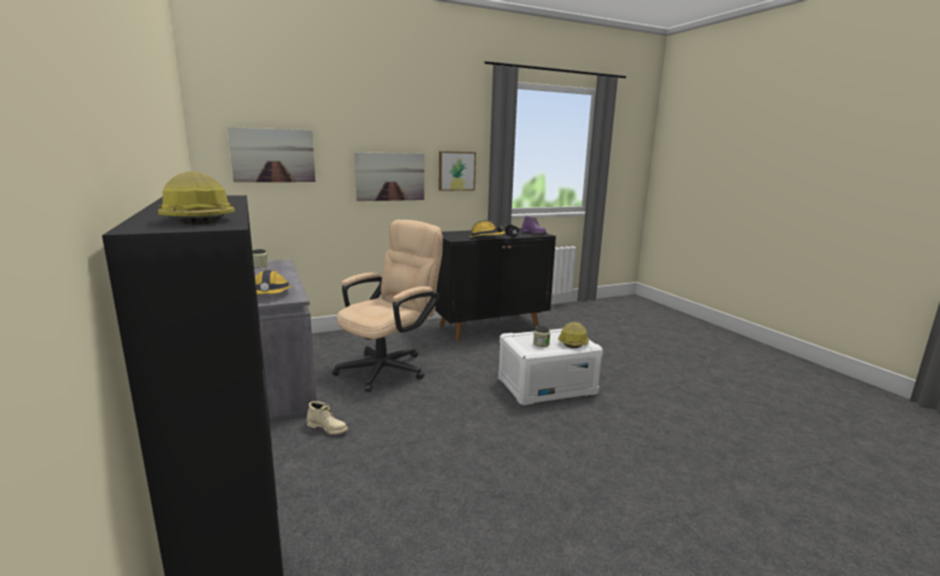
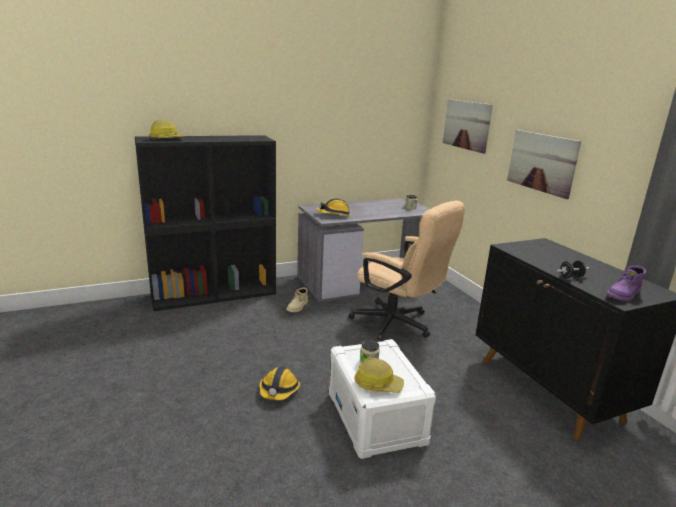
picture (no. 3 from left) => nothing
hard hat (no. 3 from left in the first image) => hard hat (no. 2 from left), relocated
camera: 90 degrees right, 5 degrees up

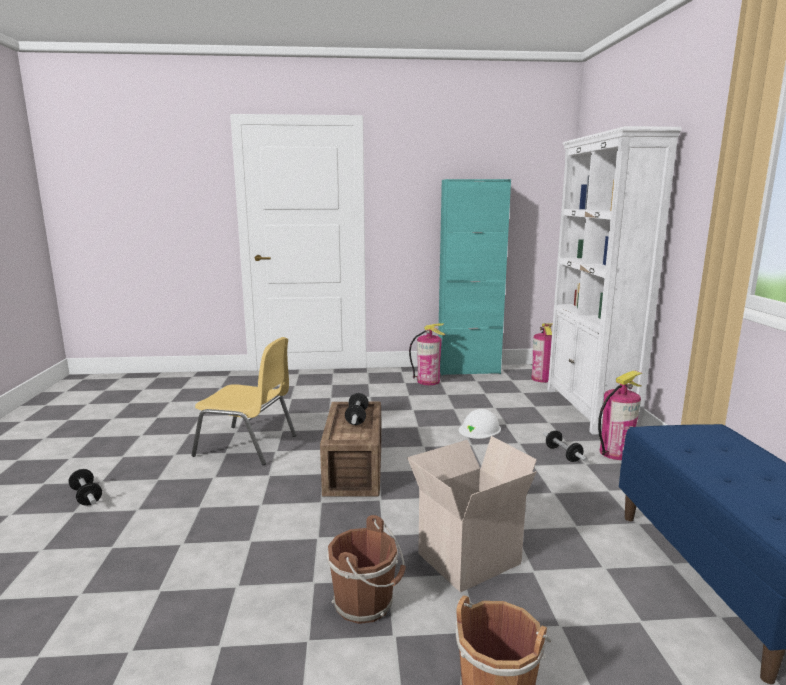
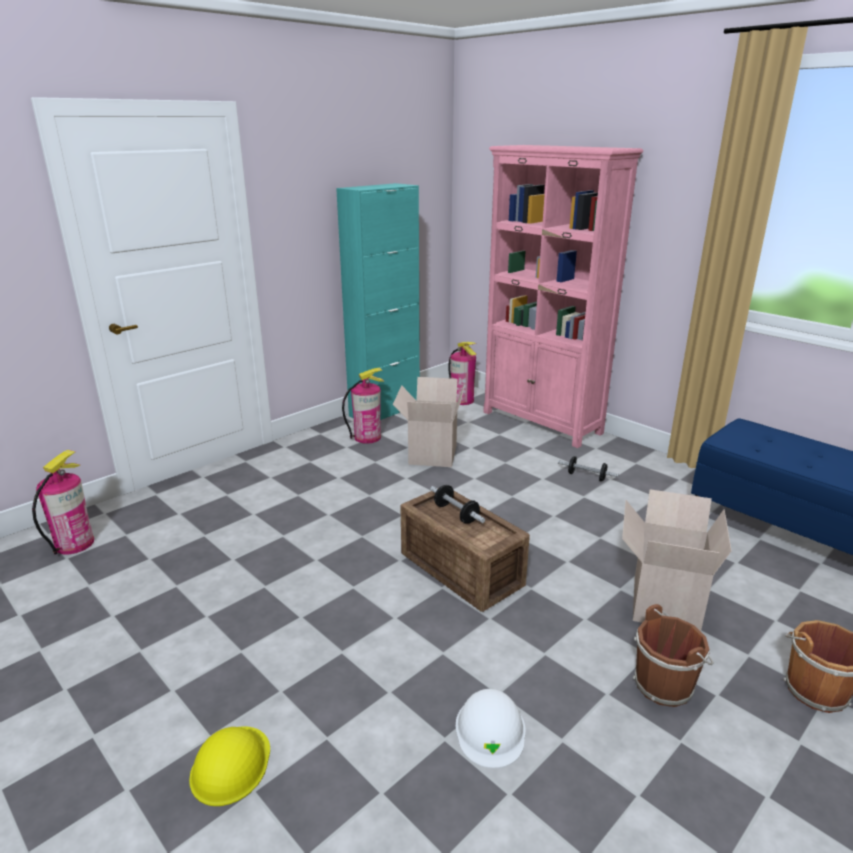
bookcase (white) => bookcase (pink)
chair (yellow) => nothing
fire extinguisher (no. 3 from left in the first image) => fire extinguisher (no. 1 from left), relocated
hard hat (white), relocated
dumbbell (no. 1 from left) => hard hat (yellow)
nothing => cardboard box (no. 1 from left)
camera: 40 degrees left, 10 degrees up

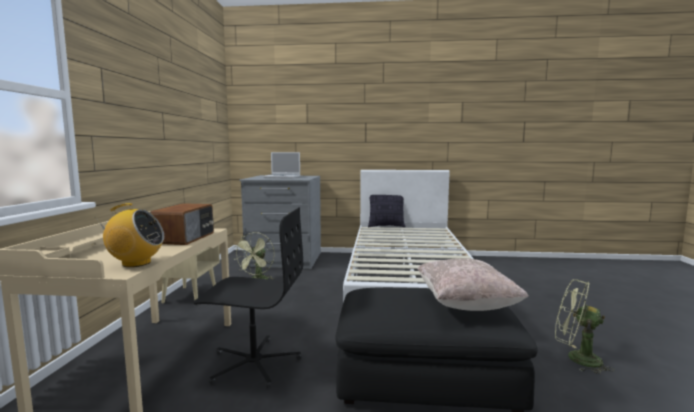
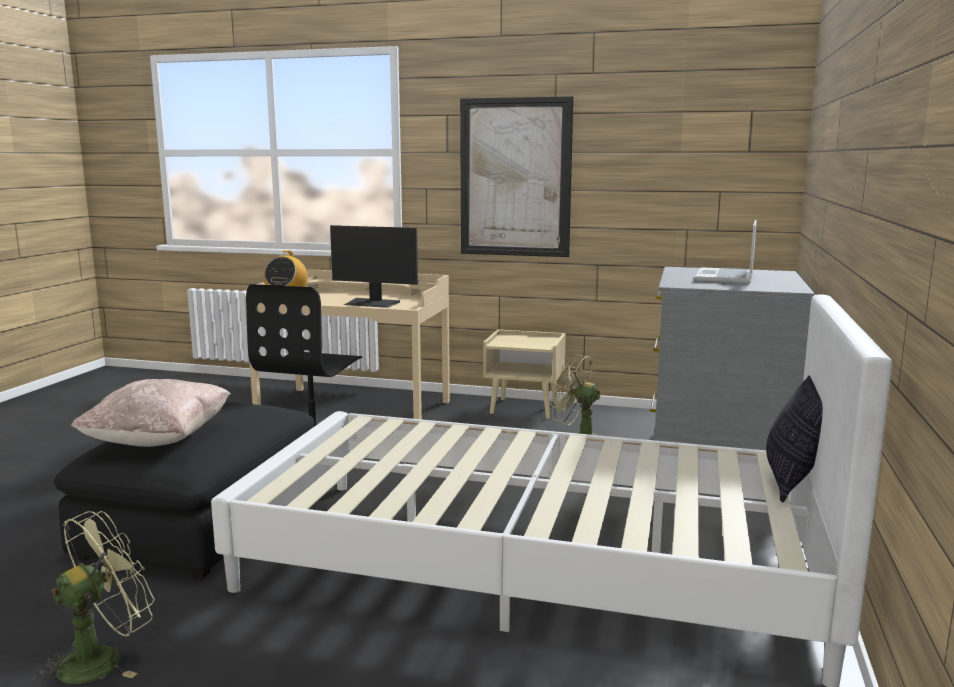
radio (no. 2 from left) => monitor
nothing => picture
camera: 100 degrees right, 5 degrees up

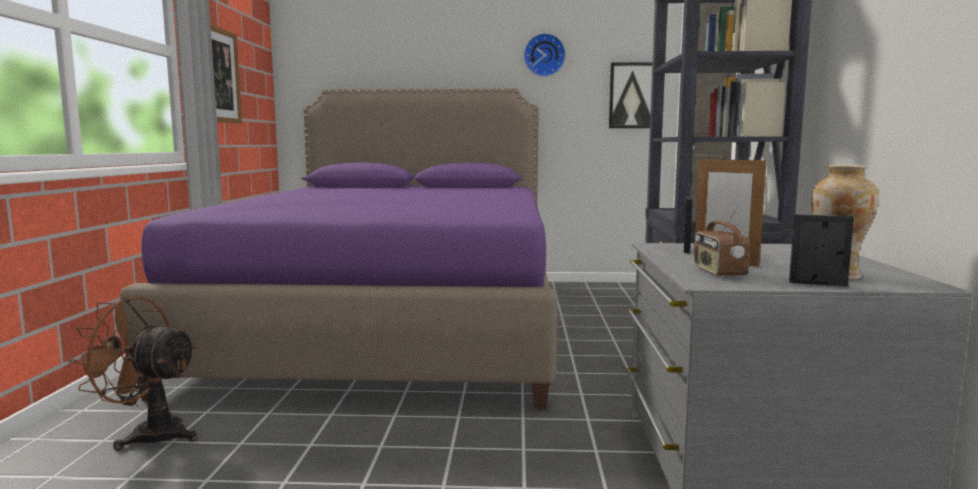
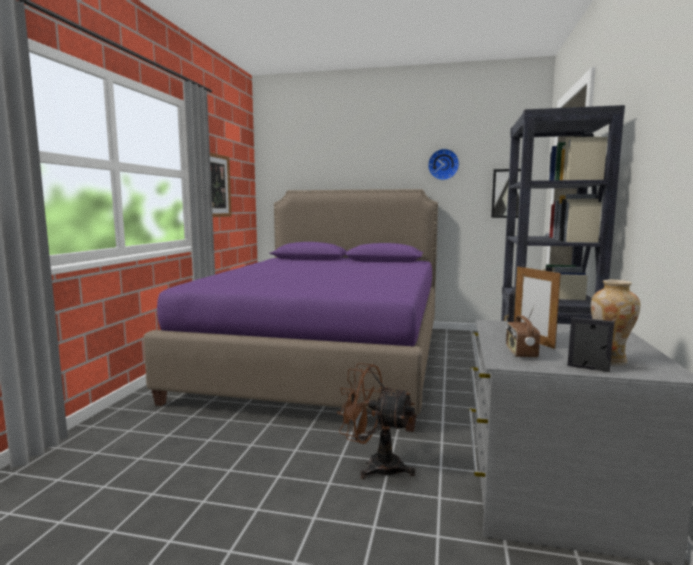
fan (brown), relocated
camera: 10 degrees right, 0 degrees up

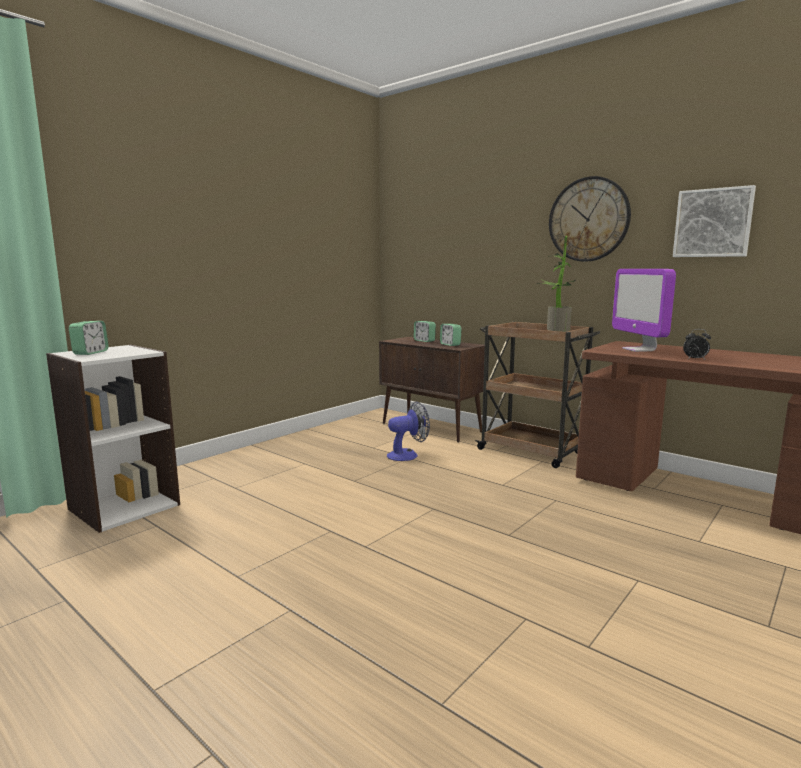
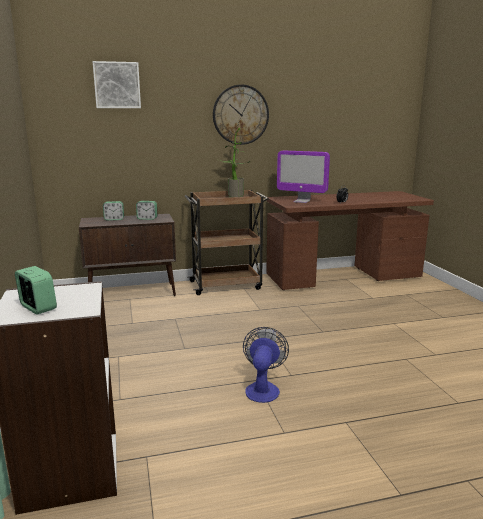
picture, relocated
fan, relocated
camera: 55 degrees left, 5 degrees up

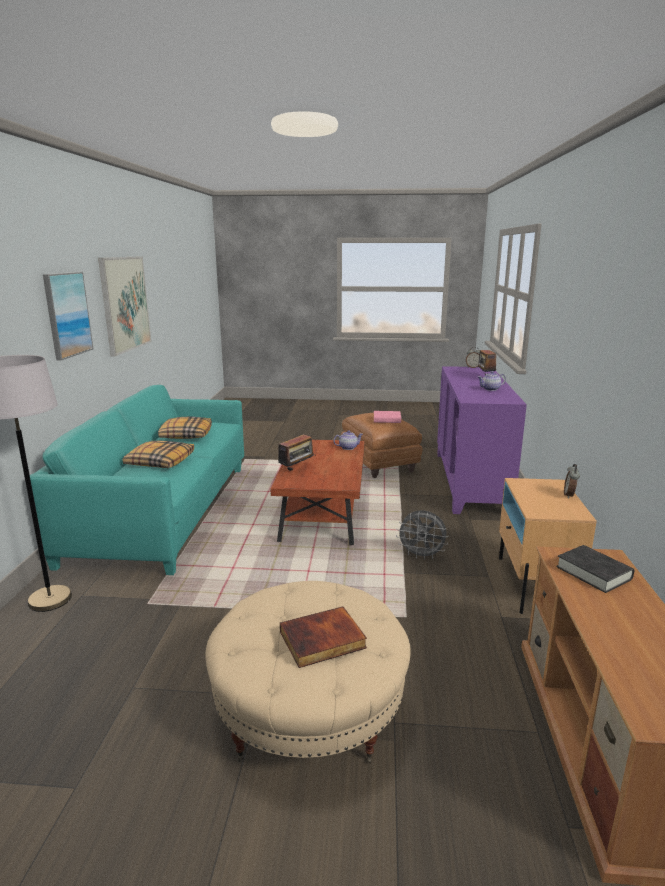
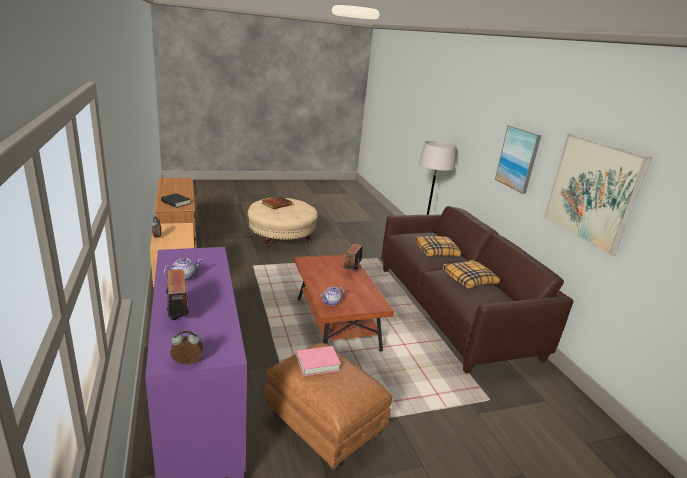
sofa (turquoise) => sofa (brown)
fan (grey) => nothing
camera: 155 degrees right, 5 degrees up

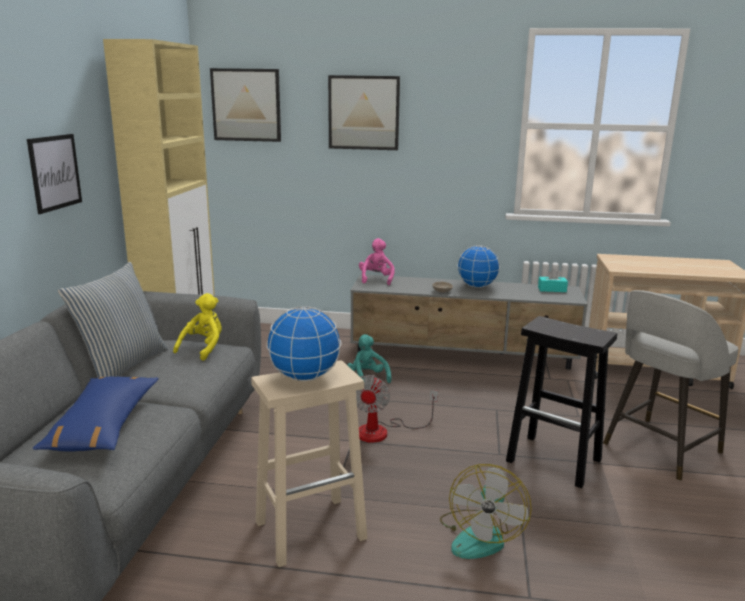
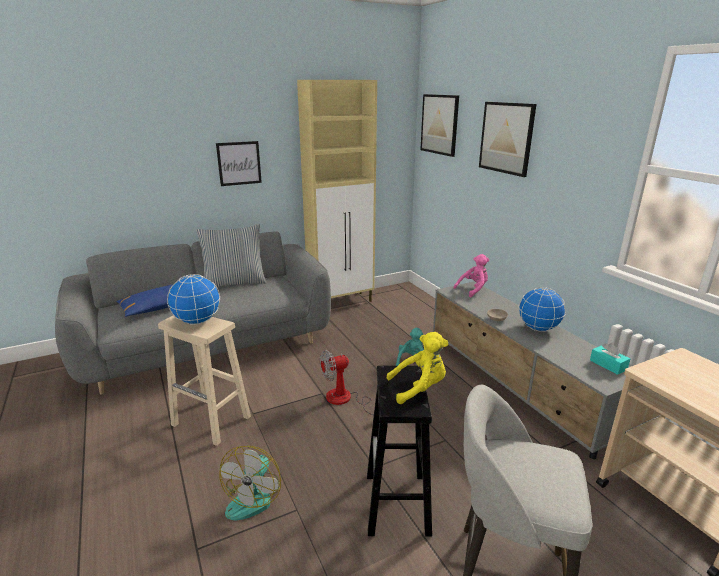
plush toy (yellow), relocated
fan (no. 2 from left in the first image) => fan (no. 1 from left), 60 degrees counterclockwise
camera: 55 degrees right, 5 degrees up

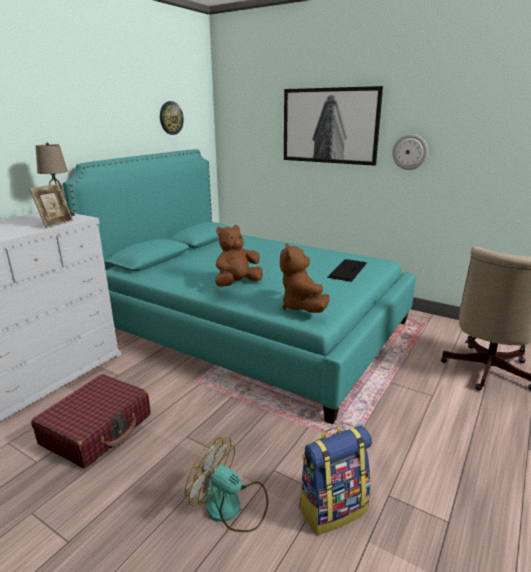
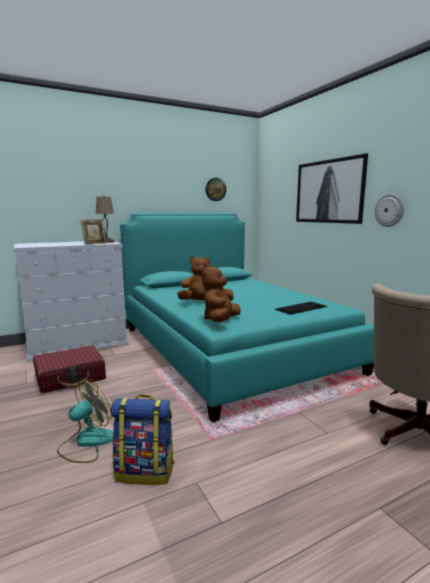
fan, 75 degrees clockwise
camera: 30 degrees right, 10 degrees down

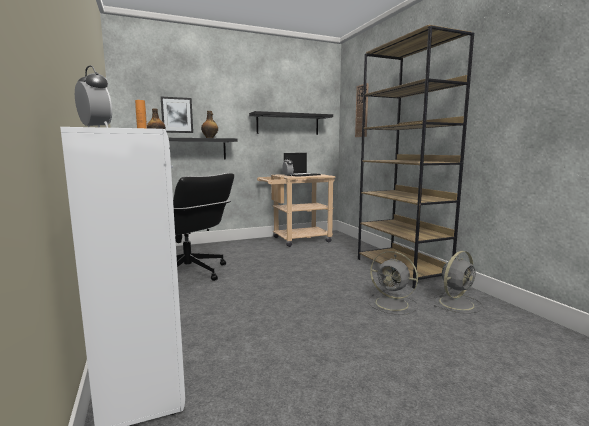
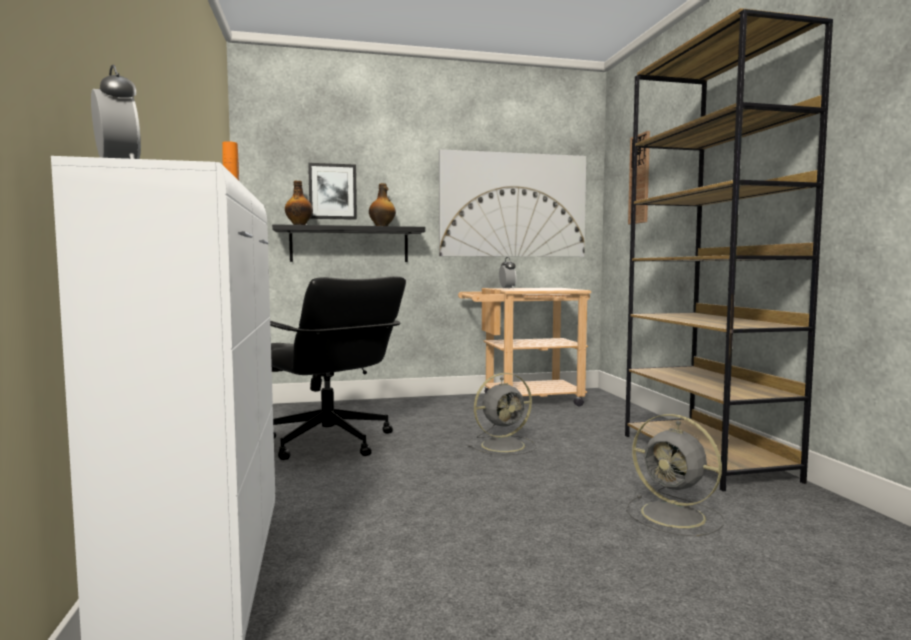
shelf (black) (no. 2 from left) => picture (no. 2 from left)
laptop => nothing
fan (grey) (no. 2 from left in the first image) => fan (grey) (no. 1 from left), relocated
camera: 10 degrees right, 5 degrees down

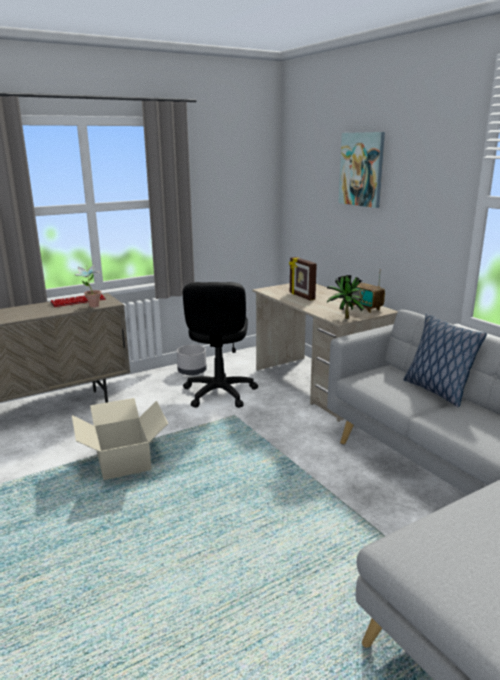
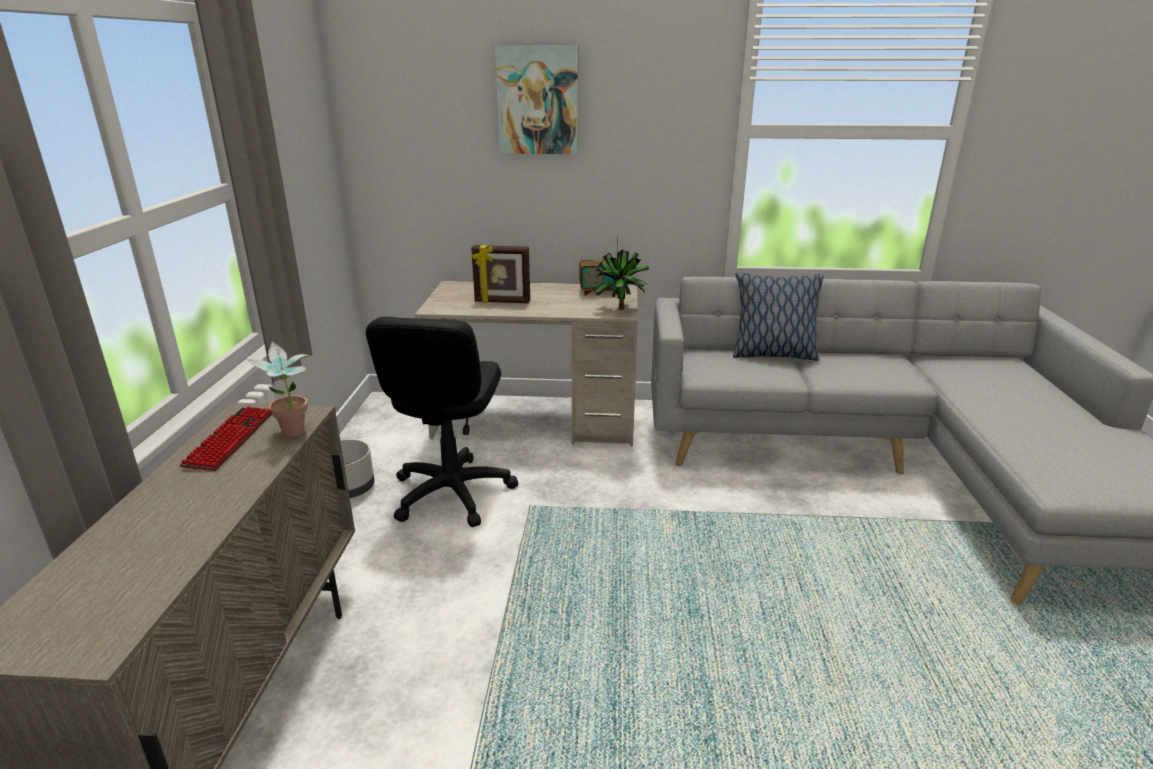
office chair (black), 60 degrees clockwise
cardboard box => nothing
camera: 55 degrees left, 5 degrees up

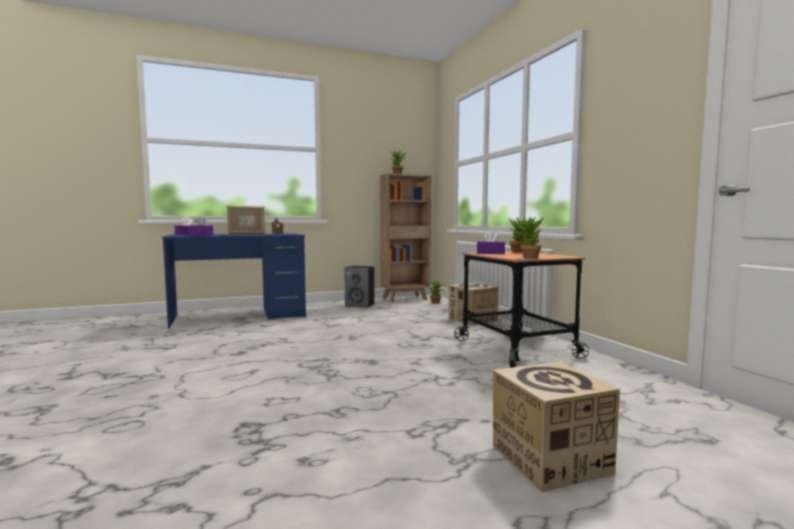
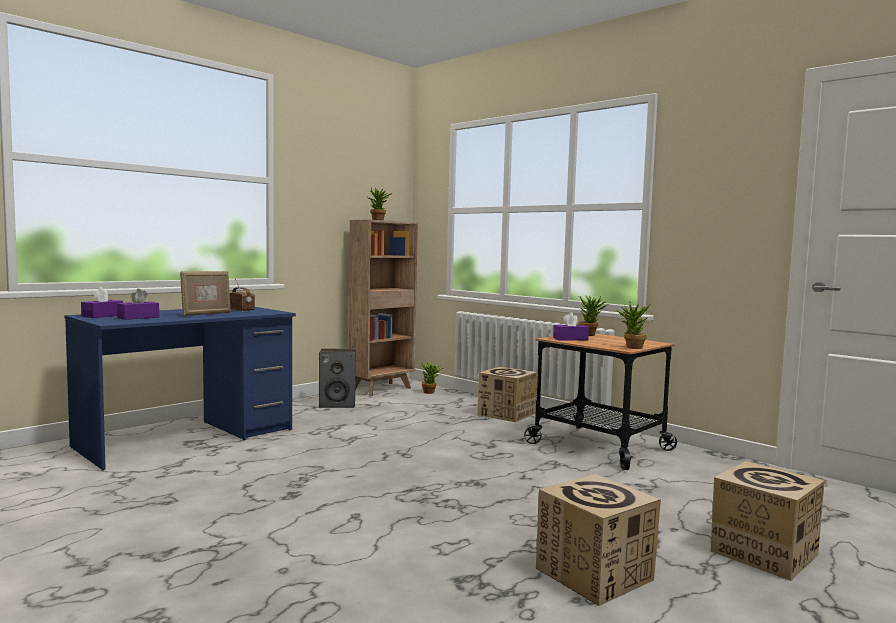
nothing => cardboard box (no. 2 from left)
camera: 25 degrees left, 0 degrees up

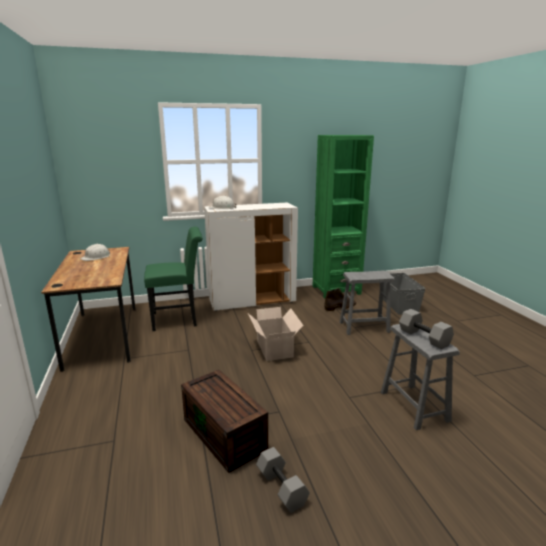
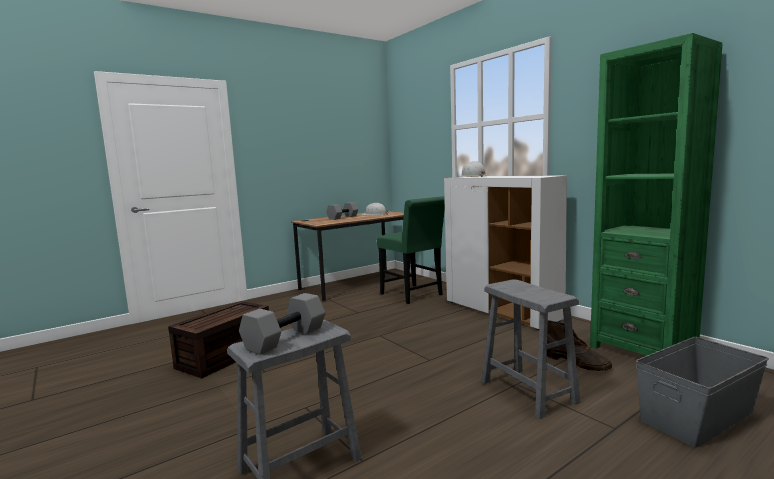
cardboard box => nothing
dumbbell (grey) (no. 1 from left in the first image) => dumbbell (grey) (no. 2 from left), relocated
camera: 70 degrees right, 10 degrees down

